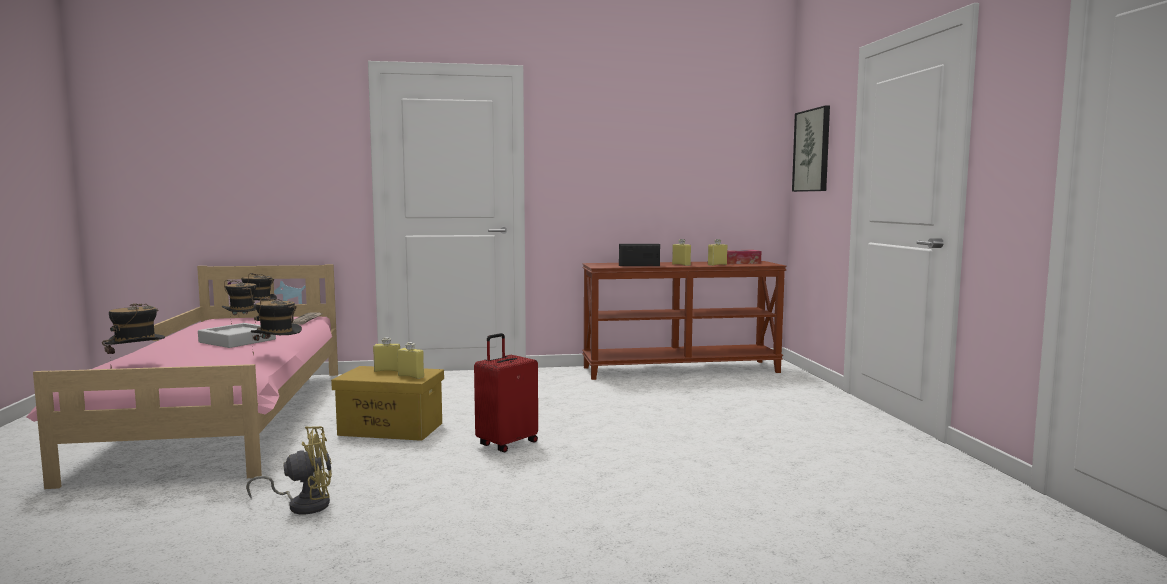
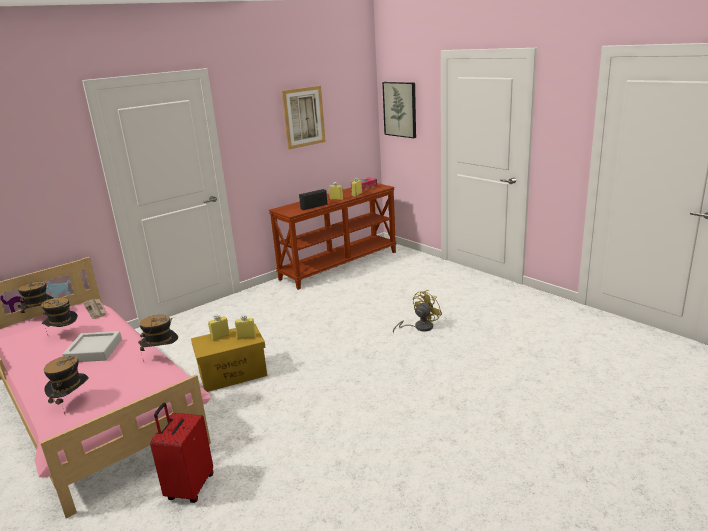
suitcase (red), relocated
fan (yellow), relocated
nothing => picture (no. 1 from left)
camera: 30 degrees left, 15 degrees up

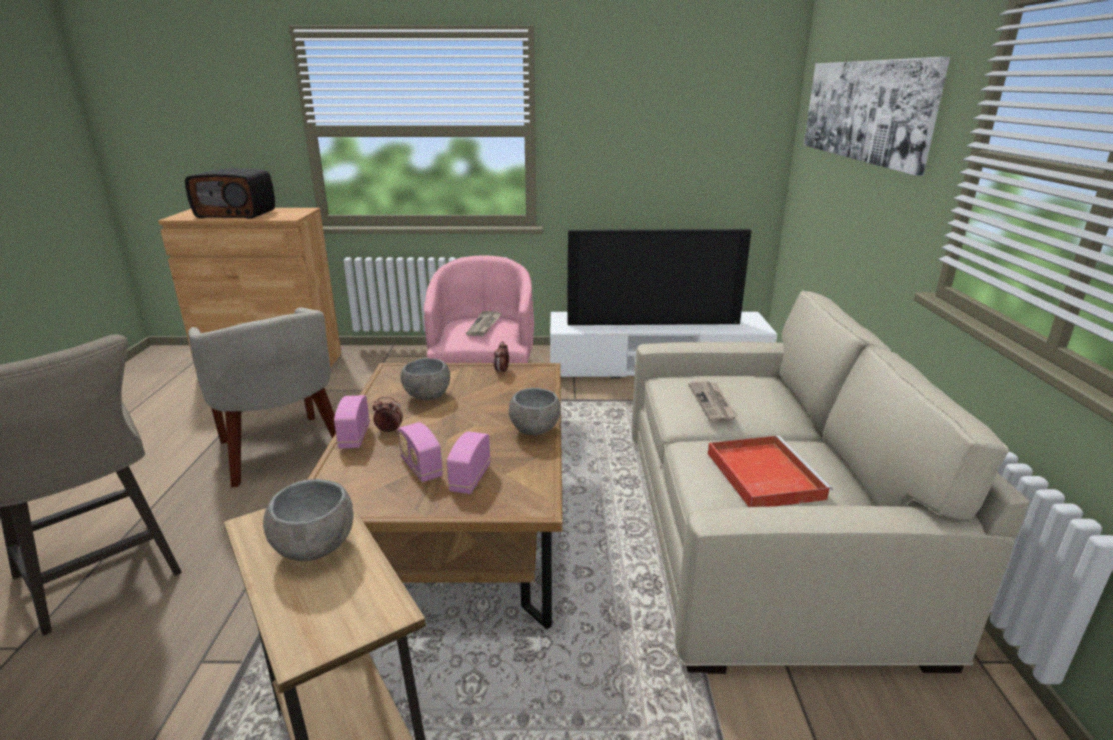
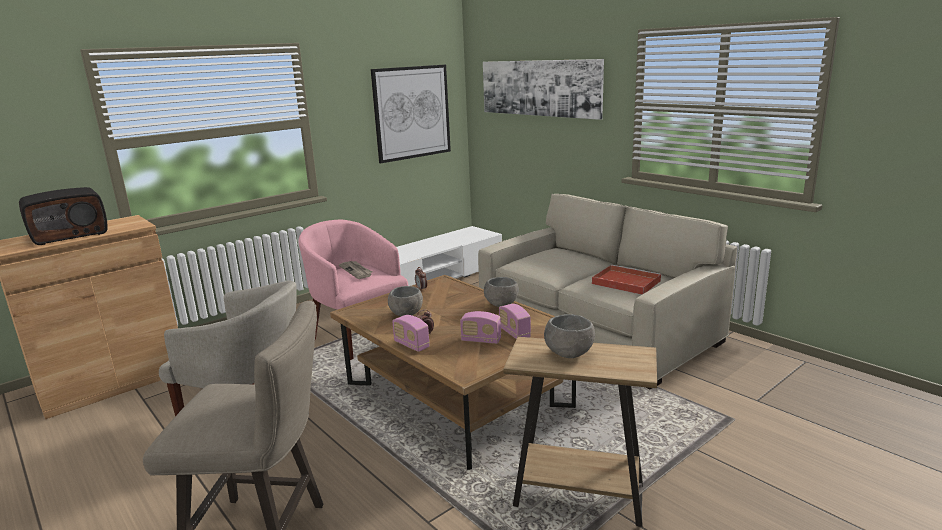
television => nothing
newspaper (no. 2 from left) => nothing
nothing => picture (no. 1 from left)
camera: 40 degrees left, 5 degrees down

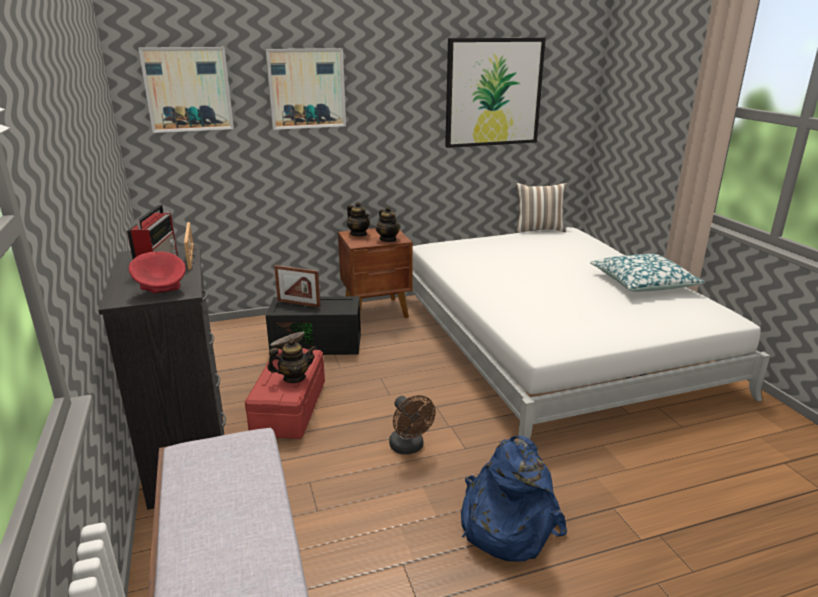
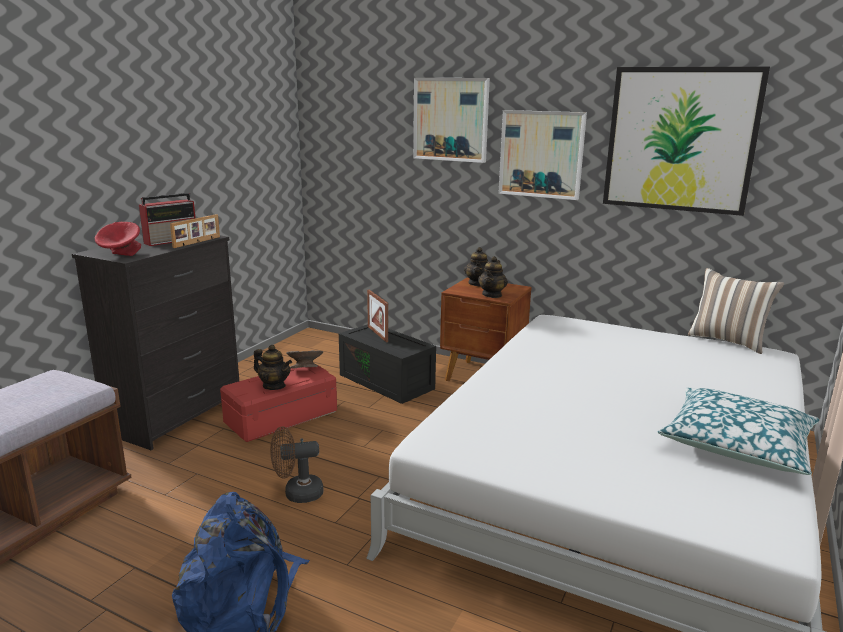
picture (no. 1 from left in the first image) => picture (no. 2 from left), relocated
fan (brown), 60 degrees clockwise
camera: 45 degrees right, 5 degrees down

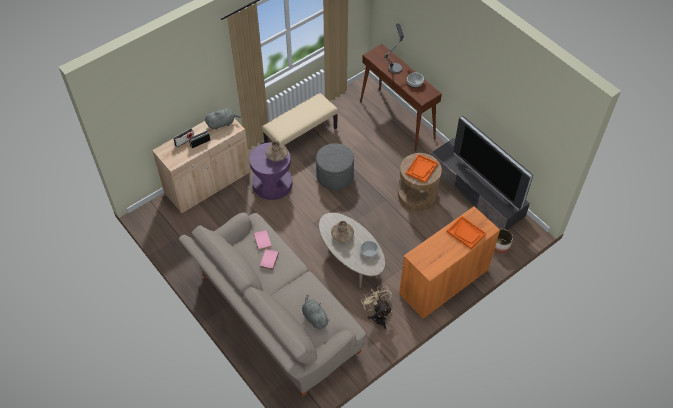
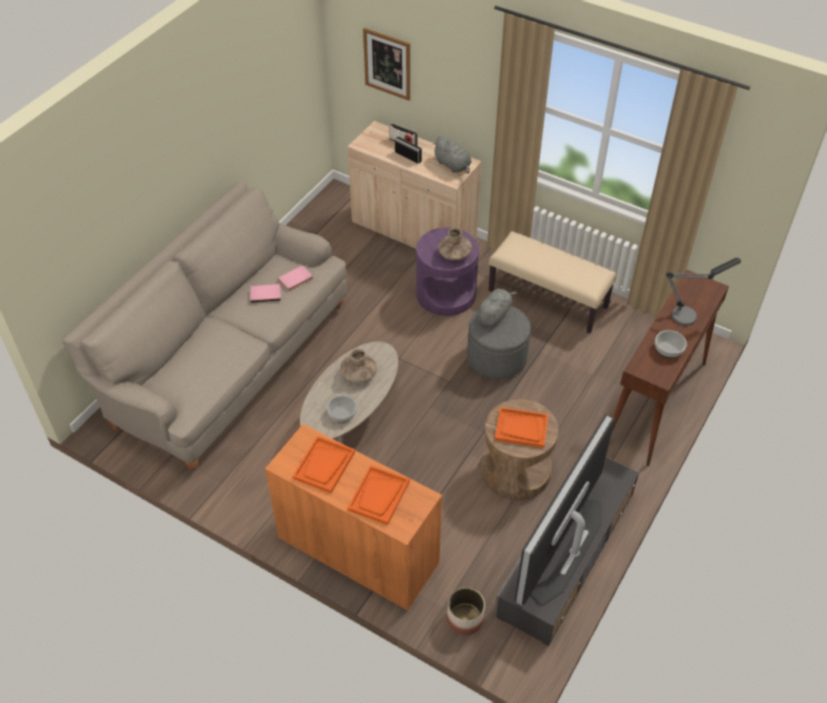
fan (beige) => nothing
plush toy (grey) (no. 2 from left), relocated
nothing => picture
nothing => tray (orange) (no. 1 from left)
camera: 70 degrees right, 5 degrees down

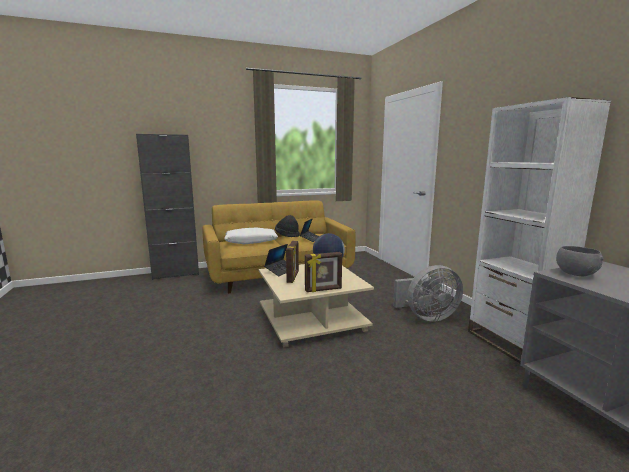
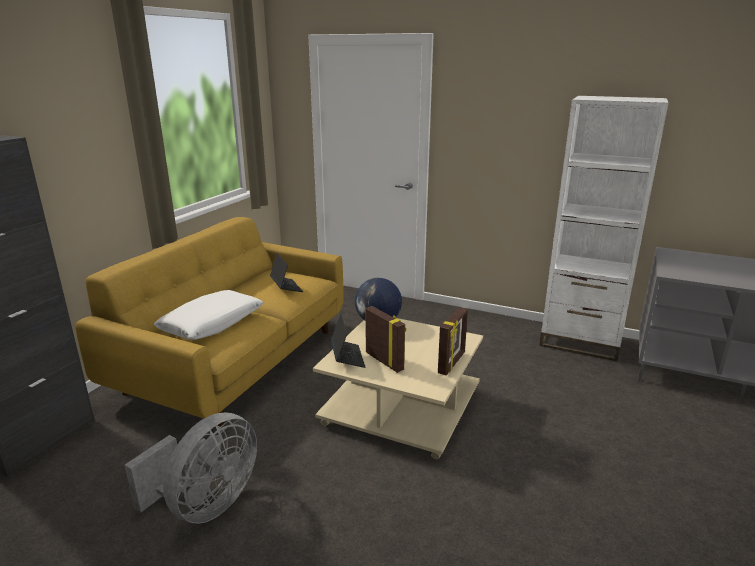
hat (black) => nothing
bowl (grey) => nothing
fan (grey), relocated
camera: 45 degrees left, 10 degrees up

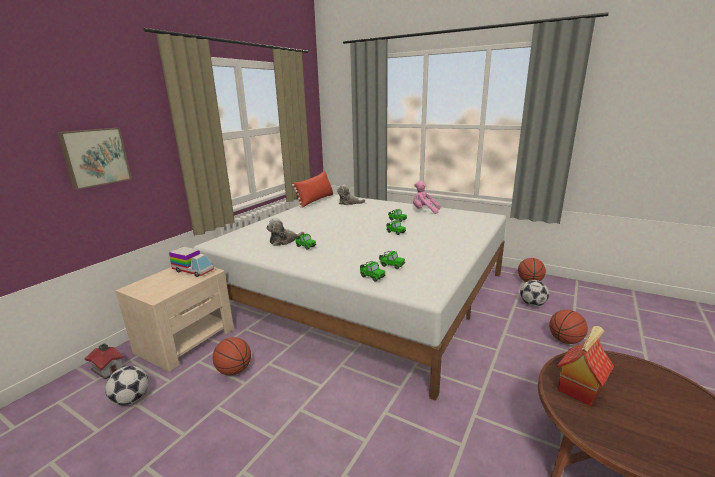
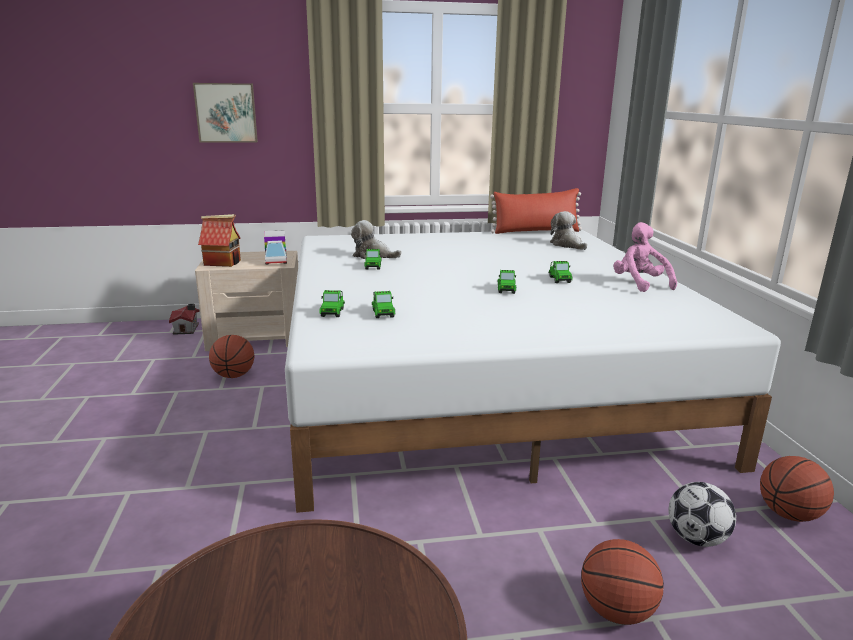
toy house (no. 2 from left), relocated
football (no. 1 from left) => nothing
camera: 50 degrees right, 0 degrees up

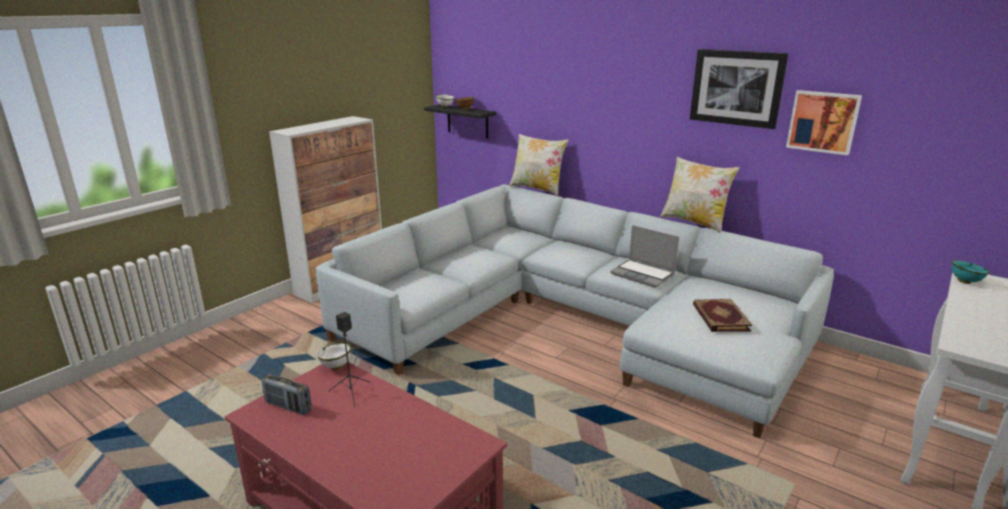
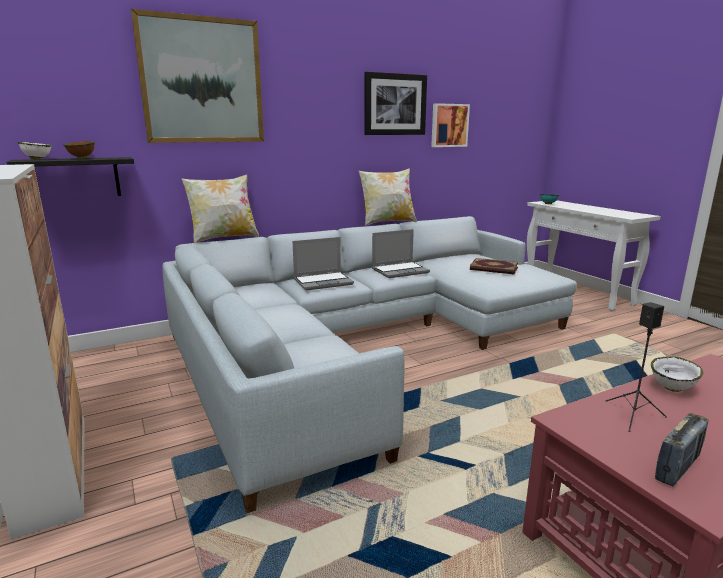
bowl (white) (no. 1 from left in the first image) => bowl (white) (no. 2 from left), relocated
nothing => picture (no. 1 from left)
nothing => laptop (no. 1 from left)
camera: 65 degrees left, 5 degrees down

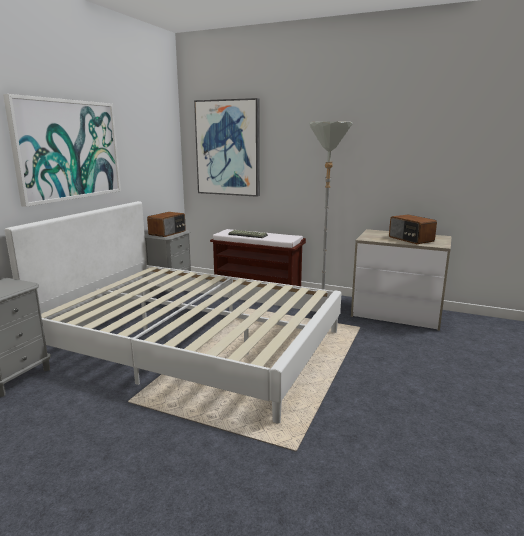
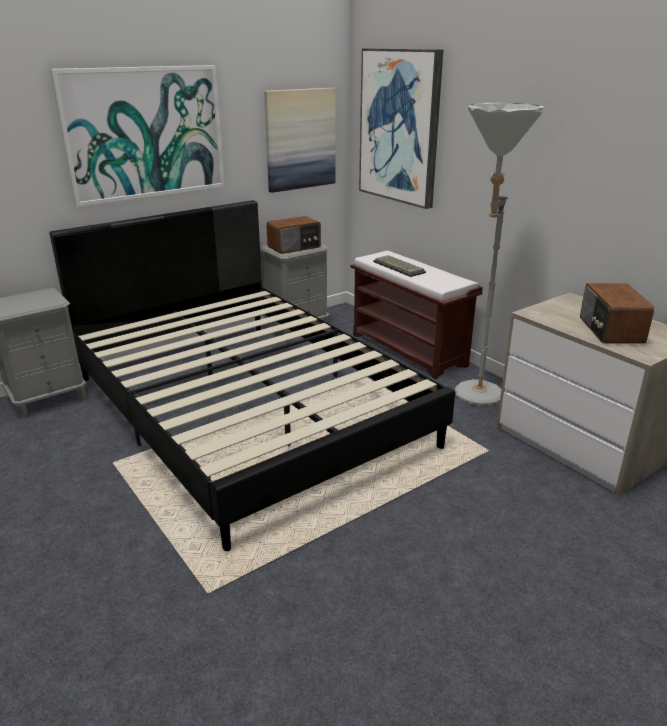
bed (white) => bed (black)
nothing => picture (no. 2 from left)
camera: 30 degrees right, 10 degrees up

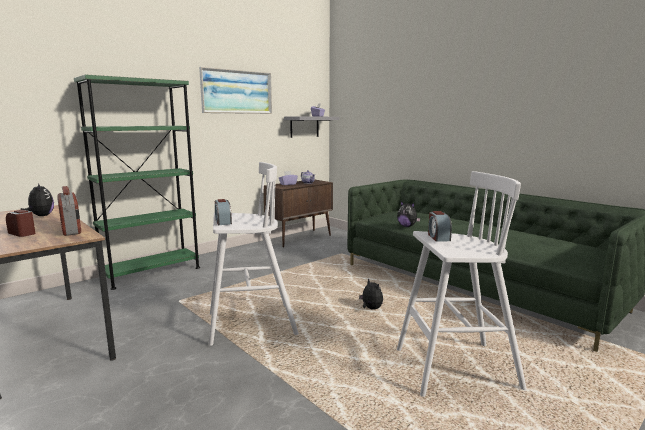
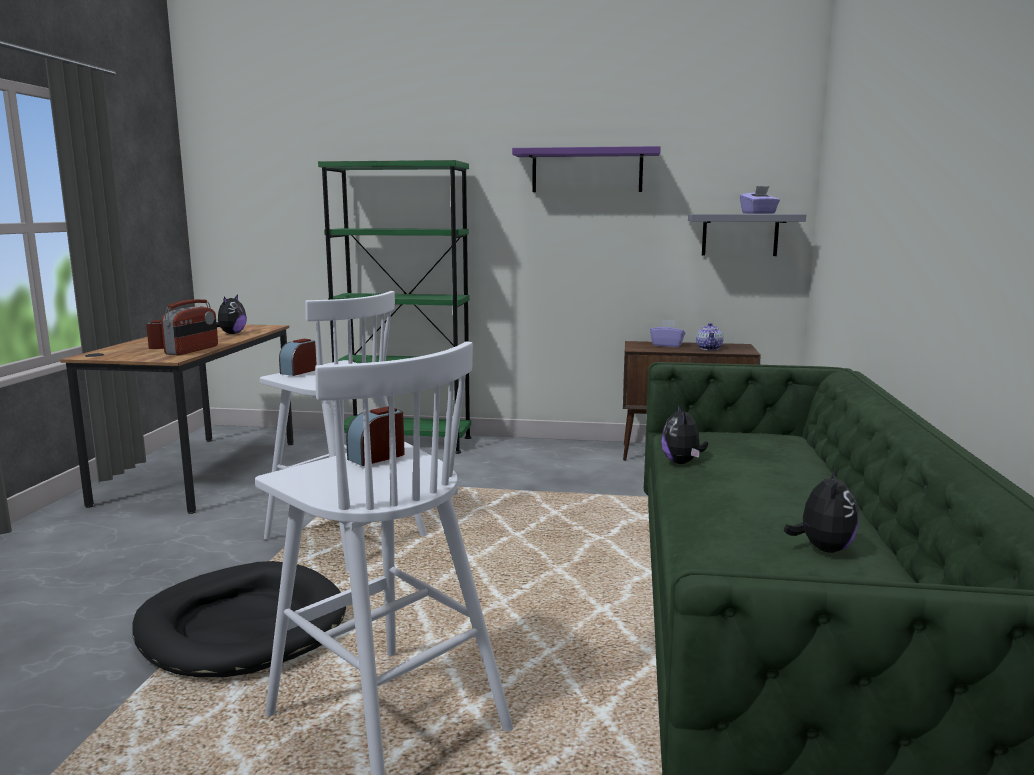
picture => shelf (purple)
plush toy (no. 2 from left in the first image) => plush toy (no. 3 from left), relocated
nothing => dog bed (black)
camera: 50 degrees right, 0 degrees up

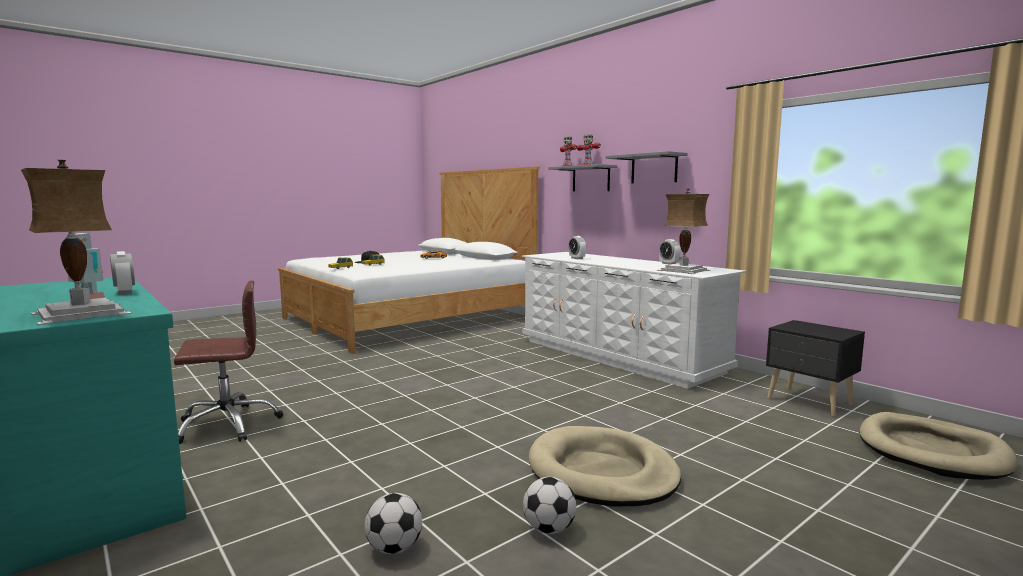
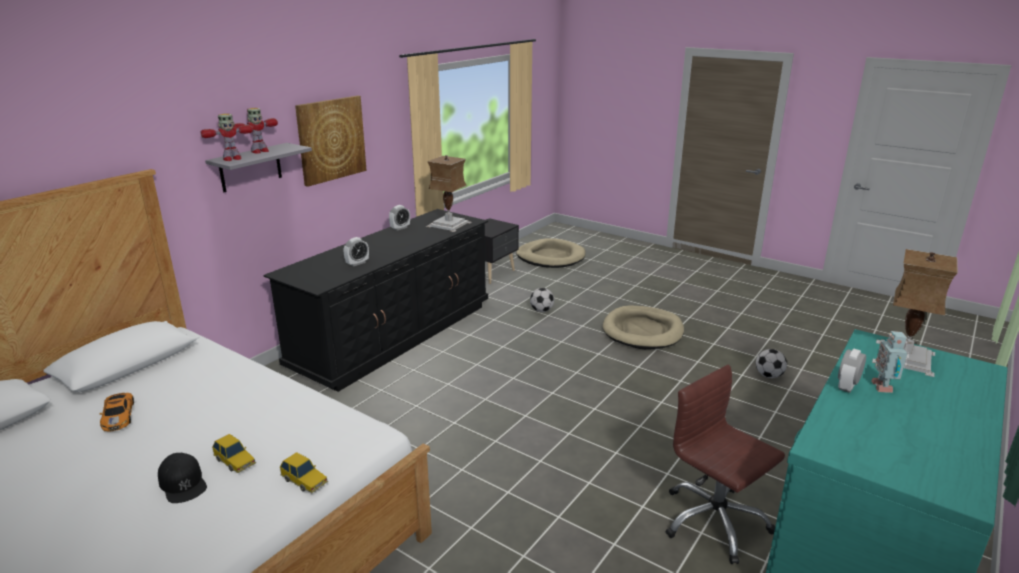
shelf (grey) (no. 2 from left) => picture
dresser (white) => dresser (black)
football (no. 2 from left in the first image) => football (no. 1 from left), relocated
camera: 105 degrees left, 15 degrees up

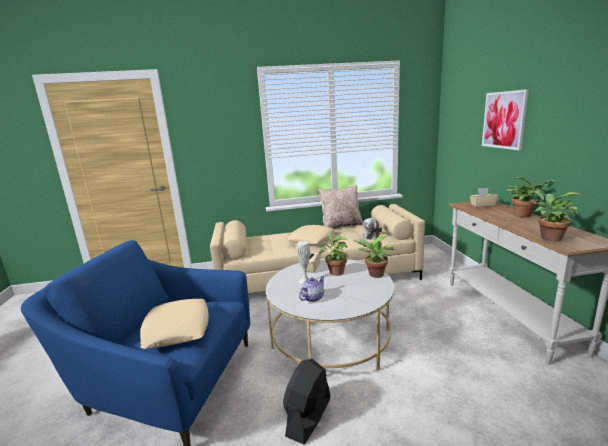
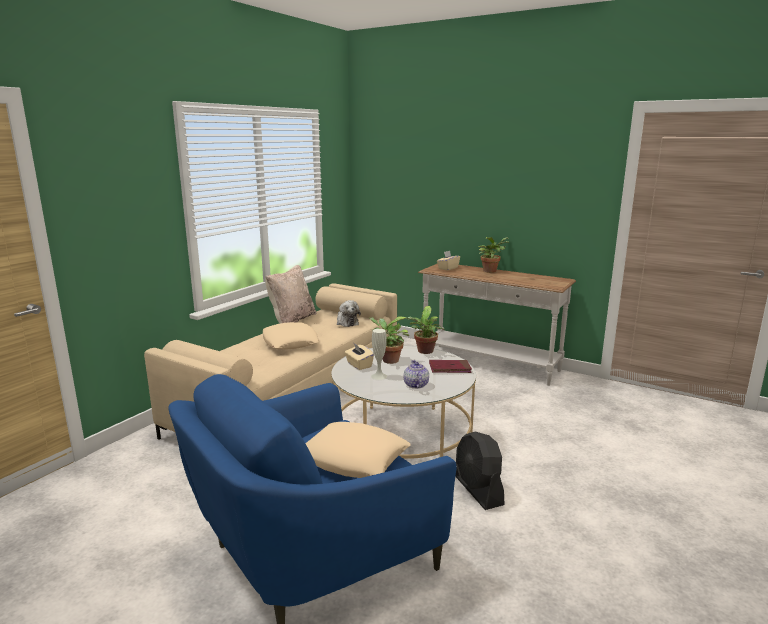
picture => nothing
potted plant (no. 4 from left) => nothing
nothing => book (red)
camera: 50 degrees left, 0 degrees up

